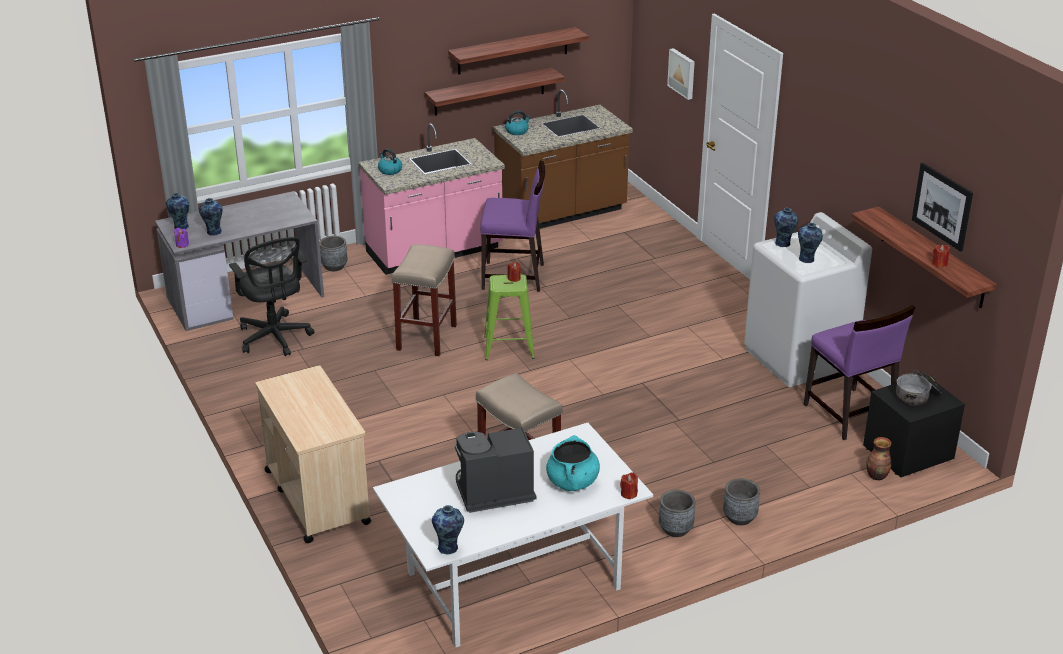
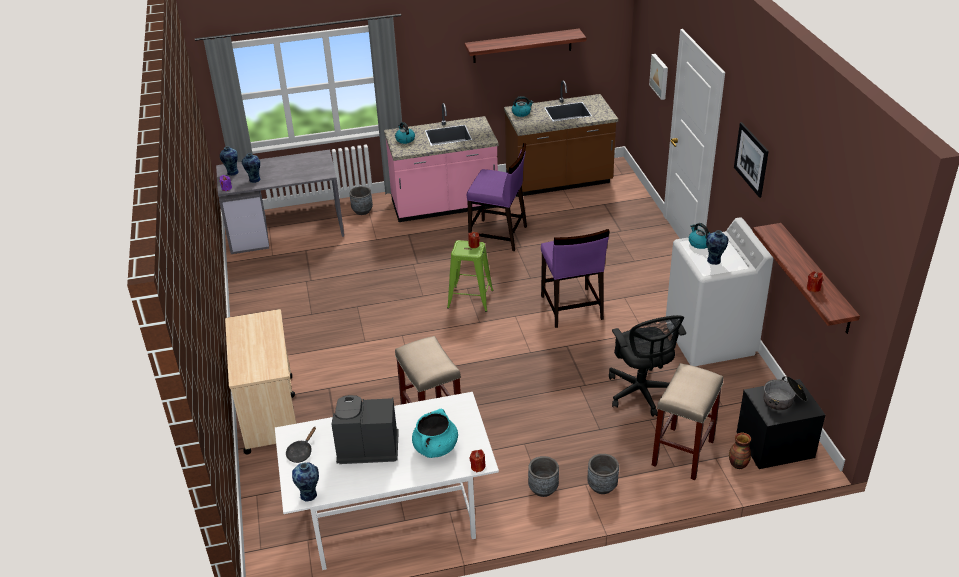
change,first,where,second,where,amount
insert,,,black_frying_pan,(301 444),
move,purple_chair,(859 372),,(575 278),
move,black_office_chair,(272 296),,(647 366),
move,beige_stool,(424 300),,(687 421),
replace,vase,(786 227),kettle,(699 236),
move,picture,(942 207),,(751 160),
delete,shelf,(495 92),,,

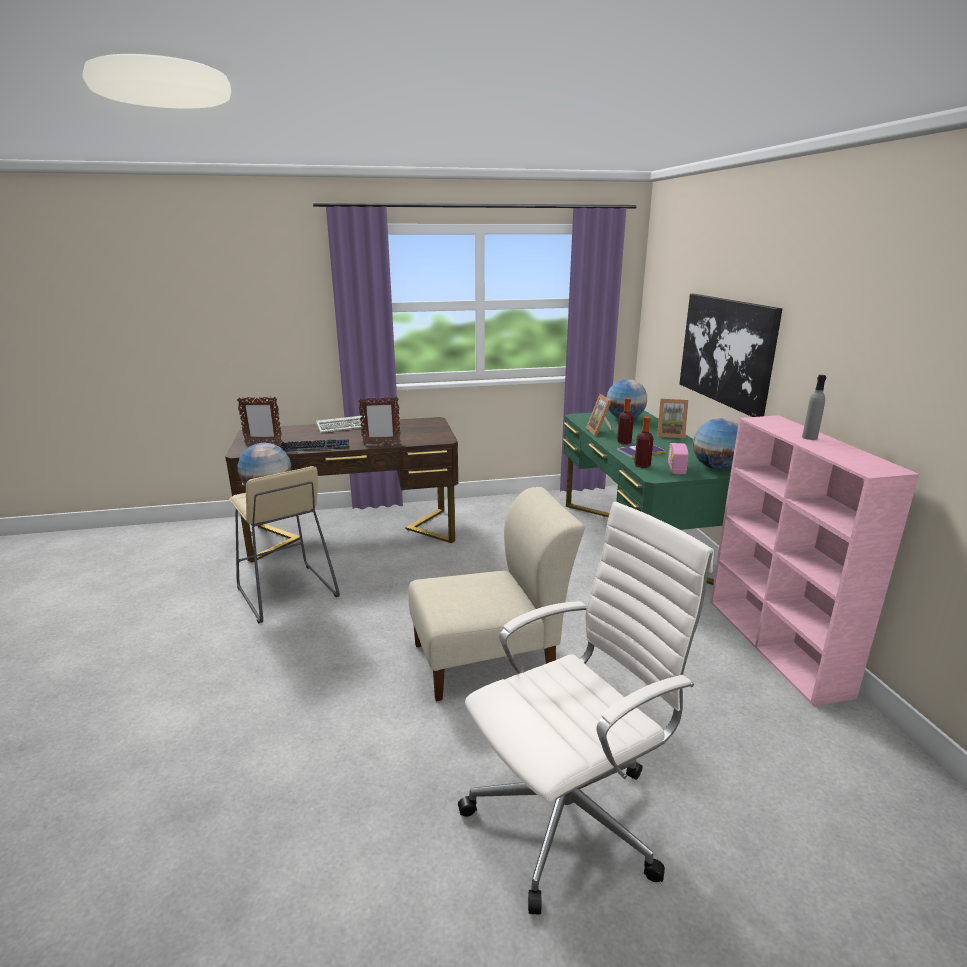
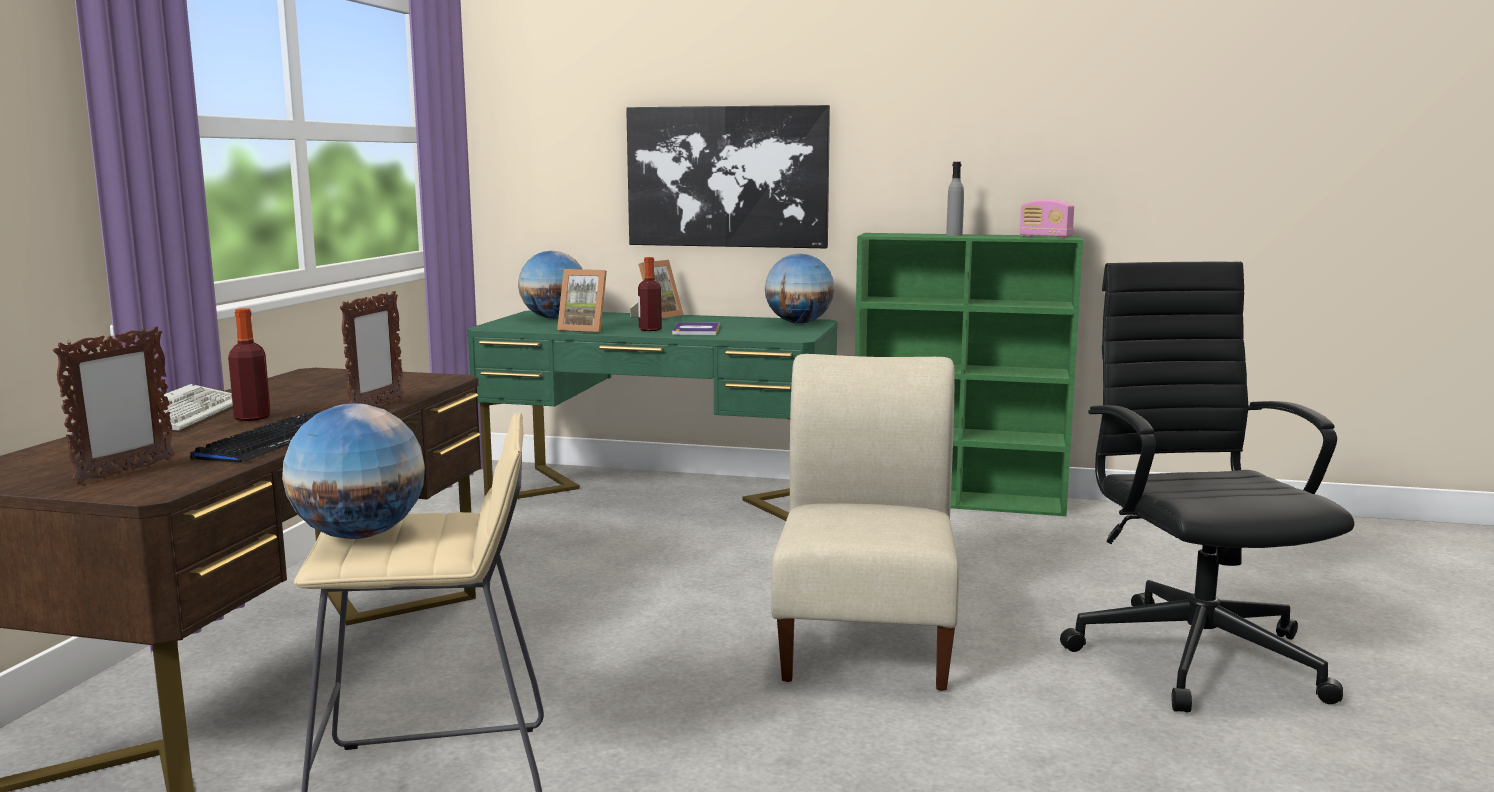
change,first,where,second,where,amount
move,bottle,(643 442),,(249 364),
recolor,pink_bookcase,(814 560),green_bookcase,(969 374),
move,radio,(678 459),,(1047 218),
recolor,white_office_chair,(586 708),black_office_chair,(1207 487),

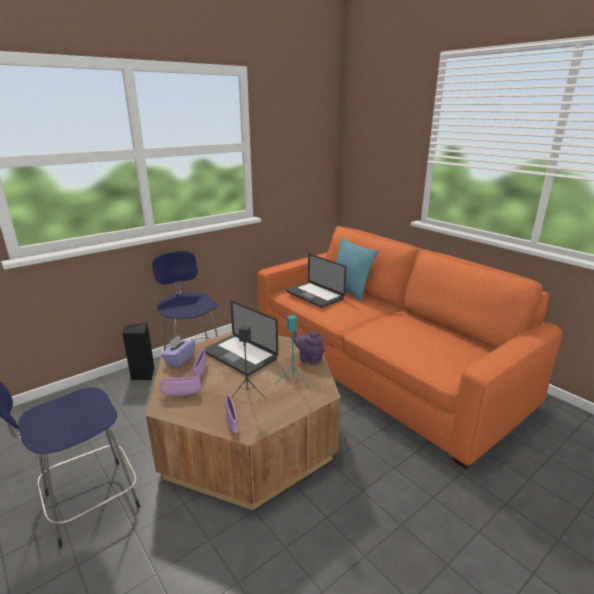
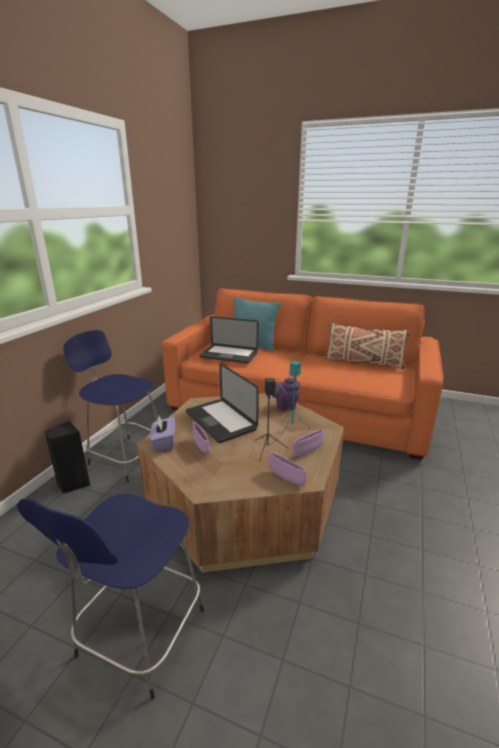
change,first,where,second,where,amount
rotate,laptop,(241 338),,(222 403),45 degrees clockwise
move,purple_bowl,(180 386),,(308 442),
insert,,,beige_pillow,(368 346),

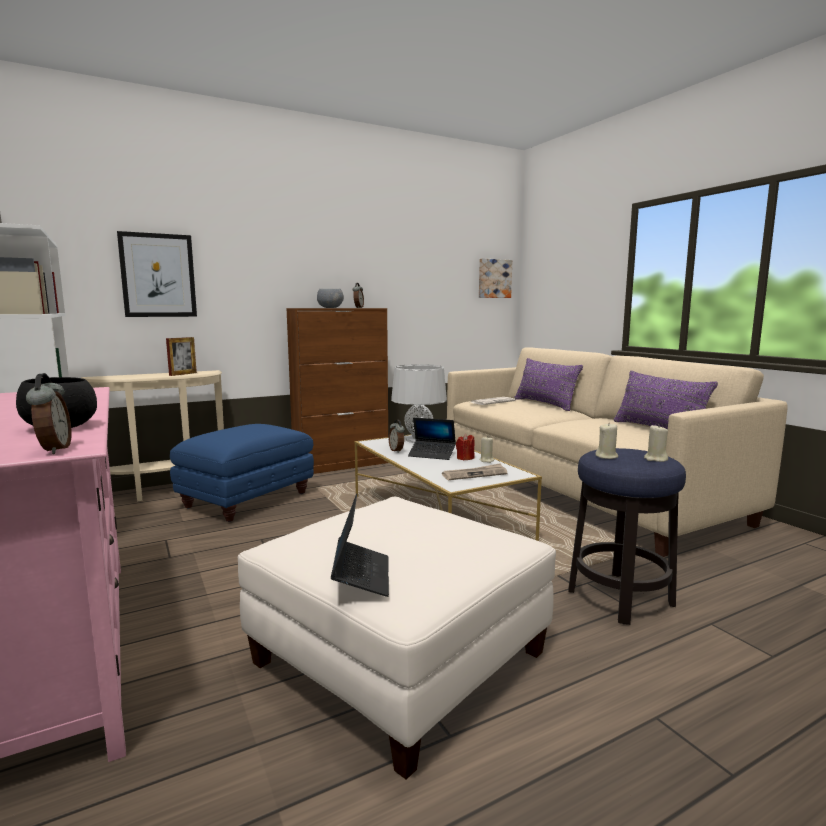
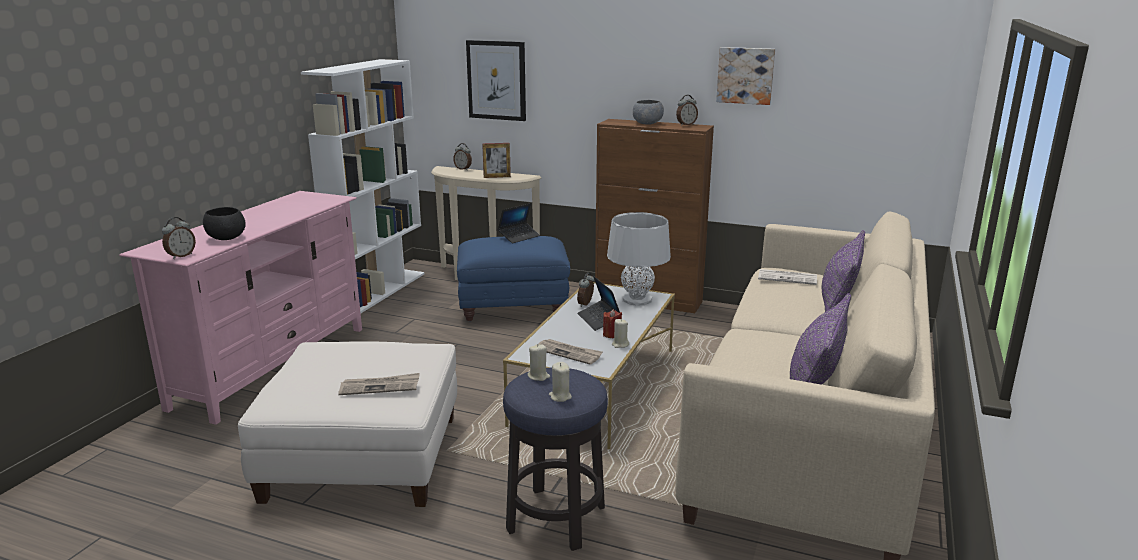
change,first,where,second,where,amount
insert,,,newspaper,(379 384),
insert,,,alarm_clock,(462 156),
move,laptop,(360 545),,(519 223),
move,picture,(495 278),,(745 76),

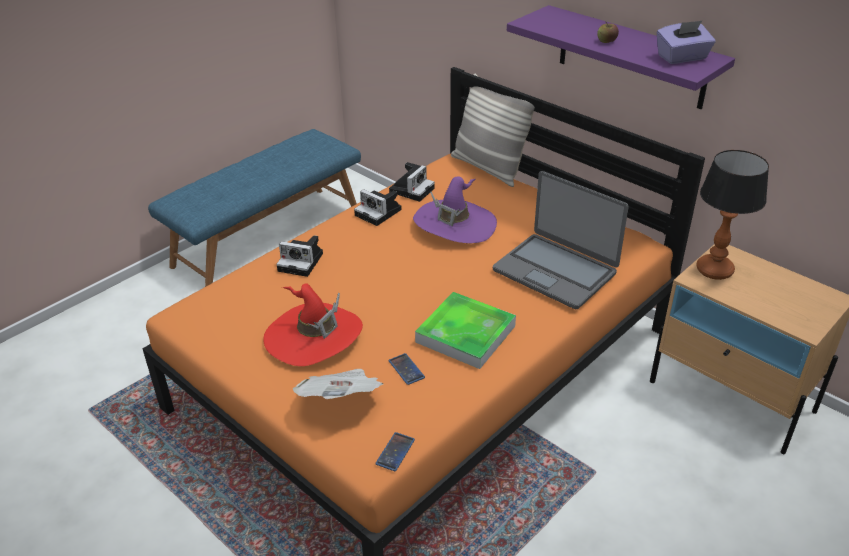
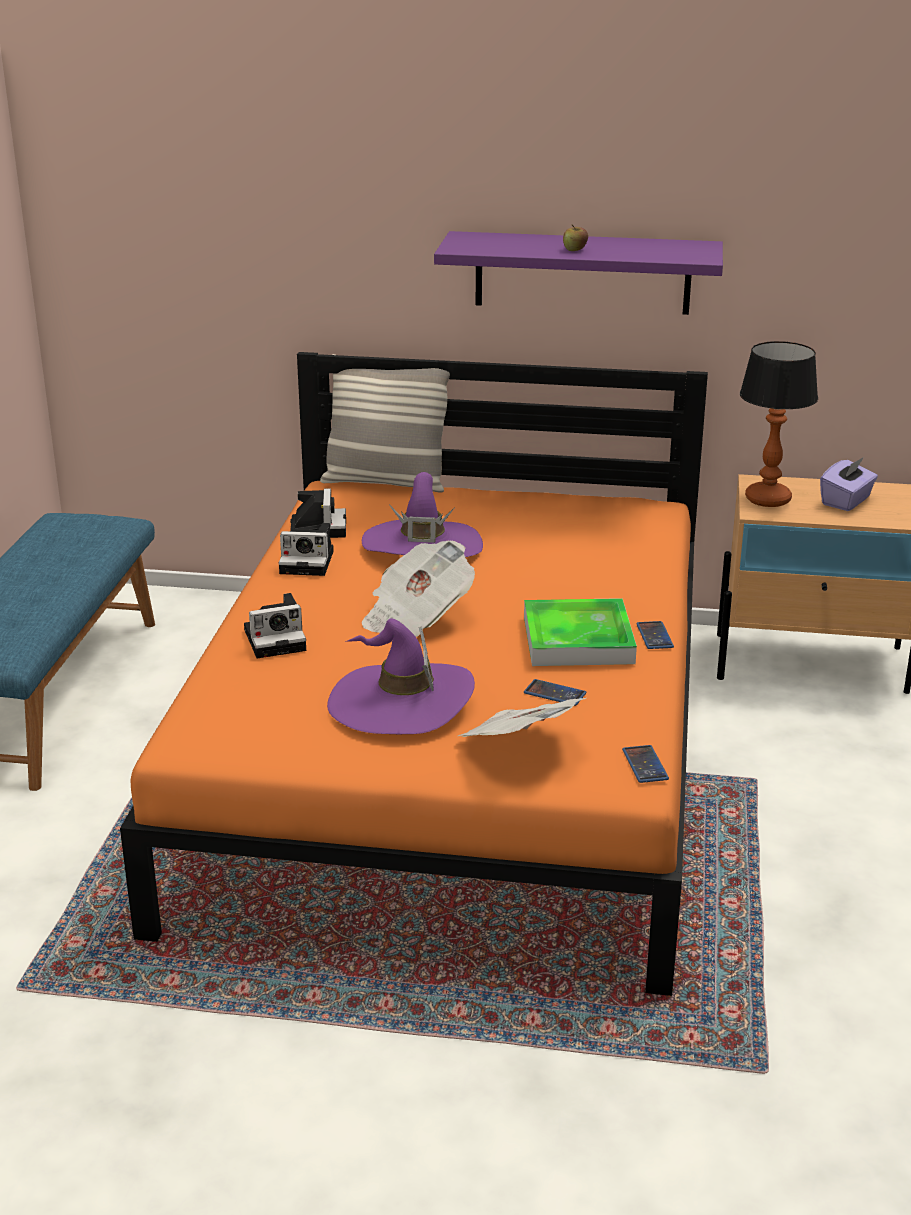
change,first,where,second,where,amount
recolor,red_hat,(313 324),purple_hat,(401 676),
insert,,,newspaper,(418 589),
insert,,,phone,(655 635),
move,purple_tissue_box,(686 42),,(849 484),
delete,laptop,(561 240),,,

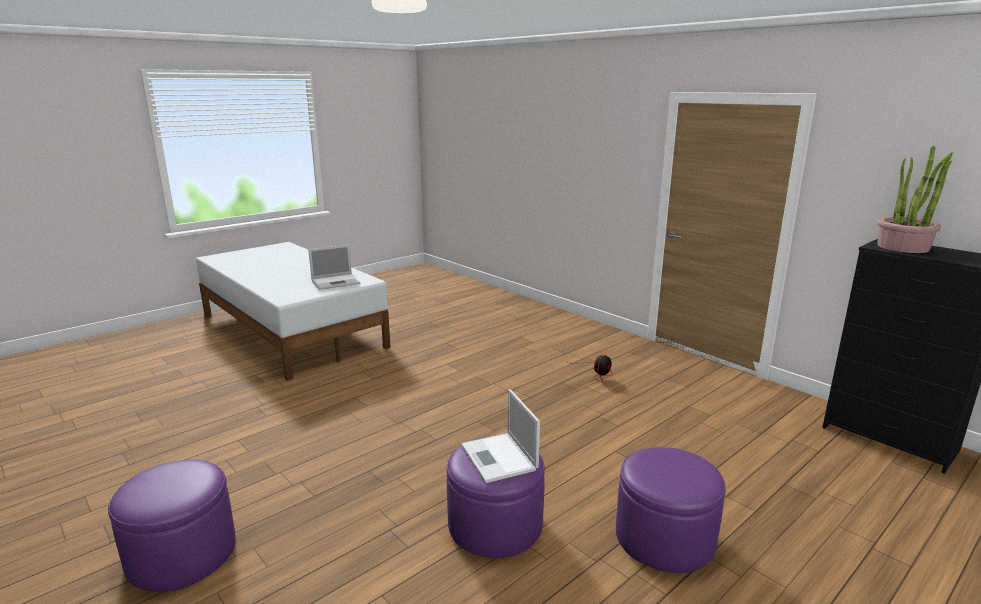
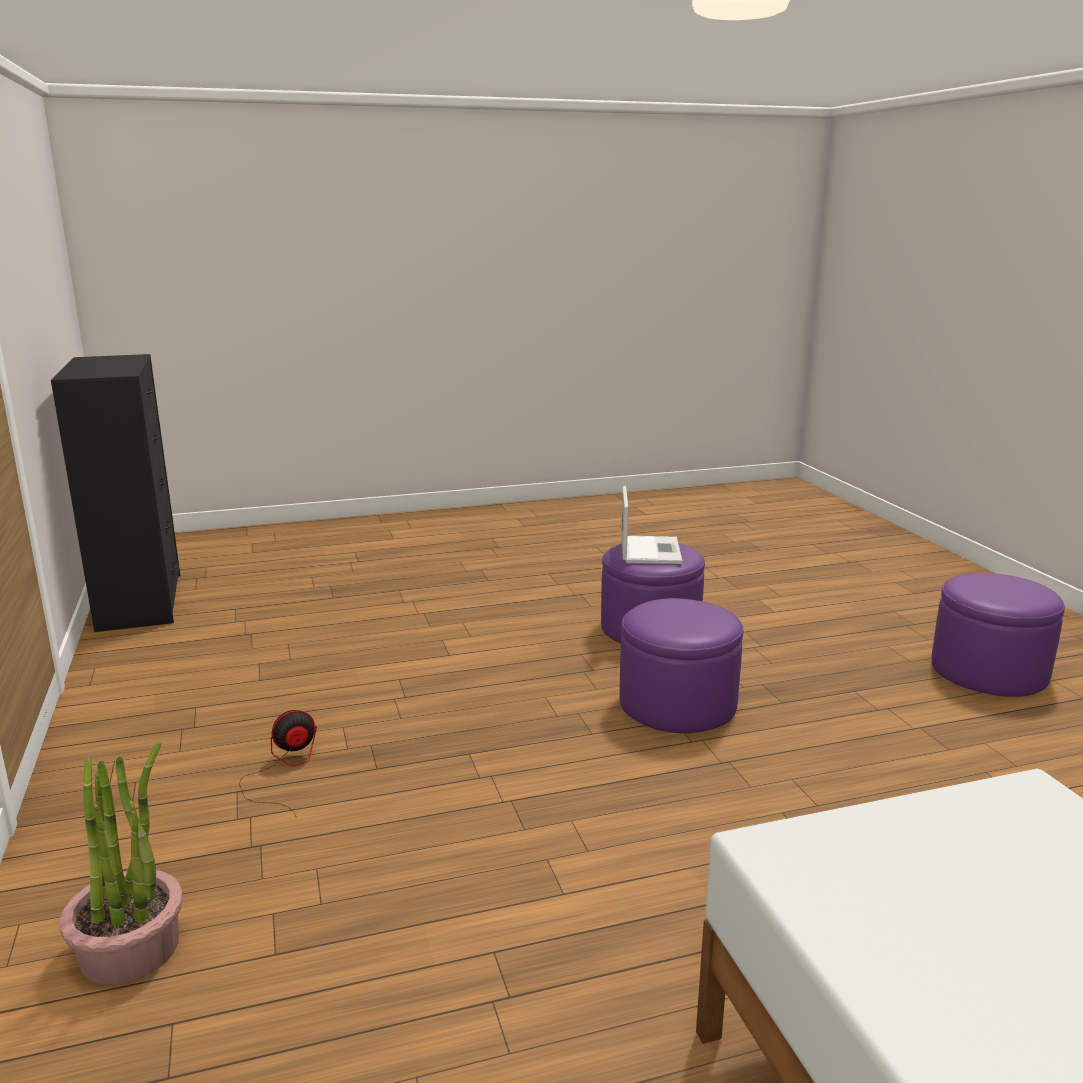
change,first,where,second,where,amount
move,potted_plant,(915 199),,(121 863),
move,purple_ottoman,(671 510),,(681 665),
delete,laptop,(334 267),,,

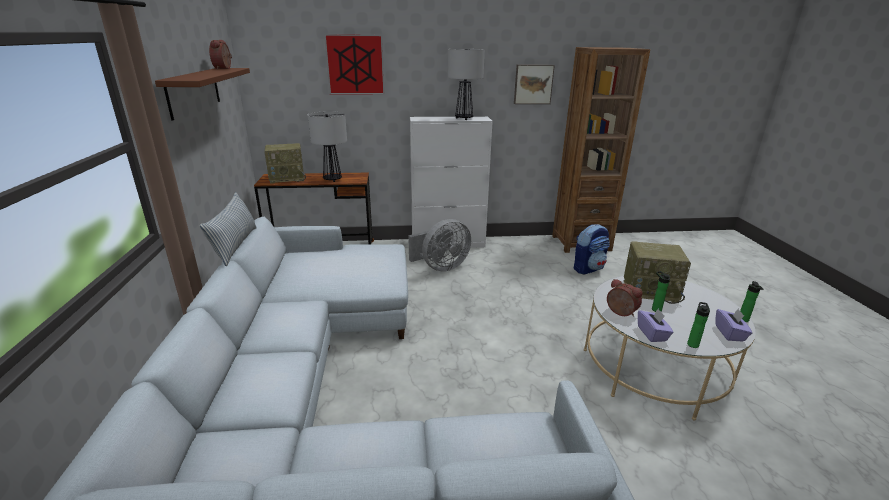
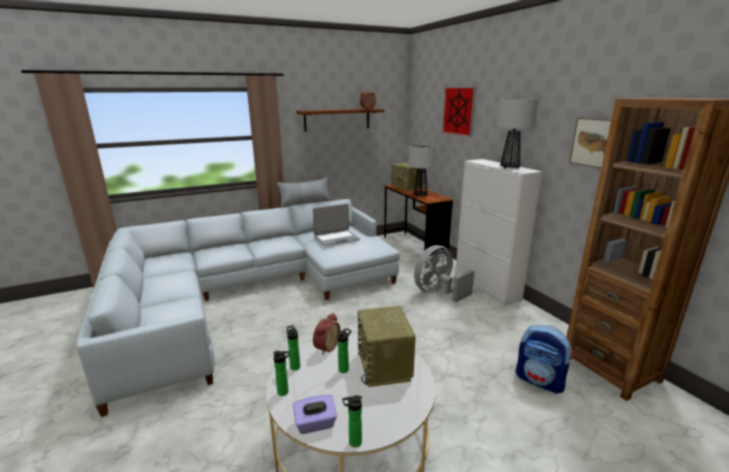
change,first,where,second,where,amount
replace,purple_tissue_box,(656 325),bottle,(293 347),
insert,,,laptop,(336 225),
rotate,grey_fan,(439 245),,(444 273),105 degrees clockwise

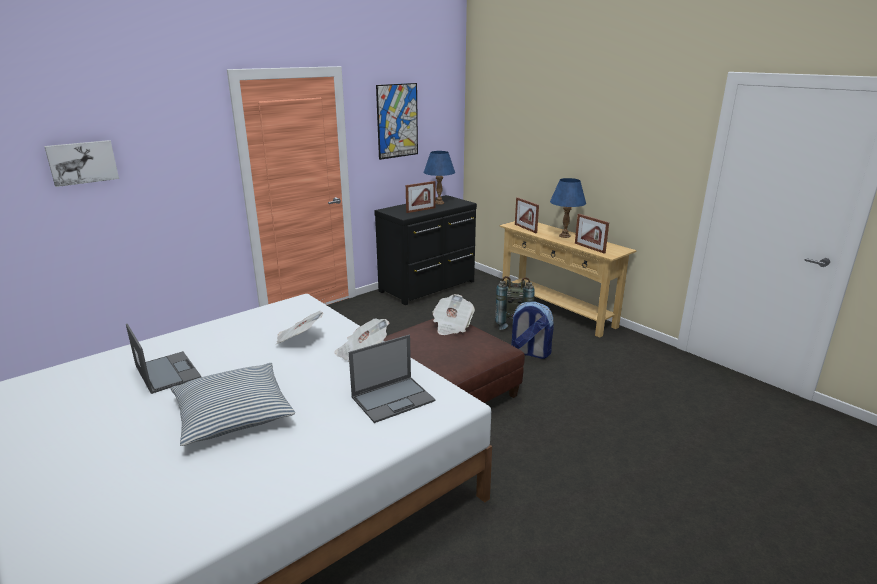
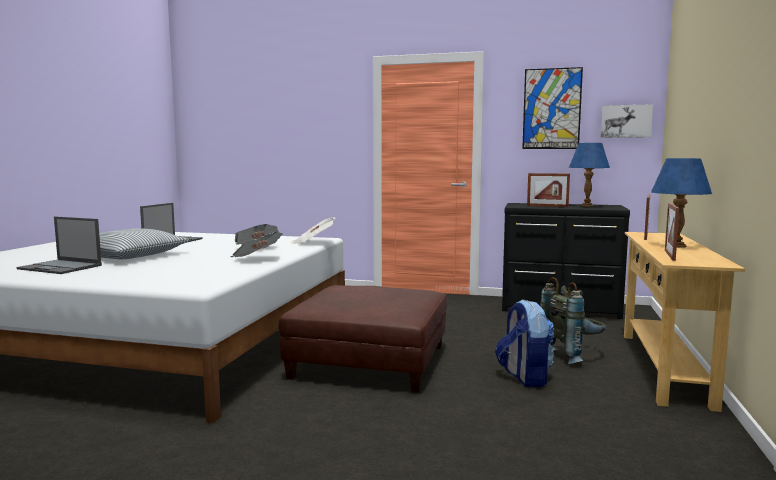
change,first,where,second,where,amount
move,laptop,(392 379),,(59 245),
move,newspaper,(453 314),,(313 230),
move,picture,(81 163),,(626 121),

